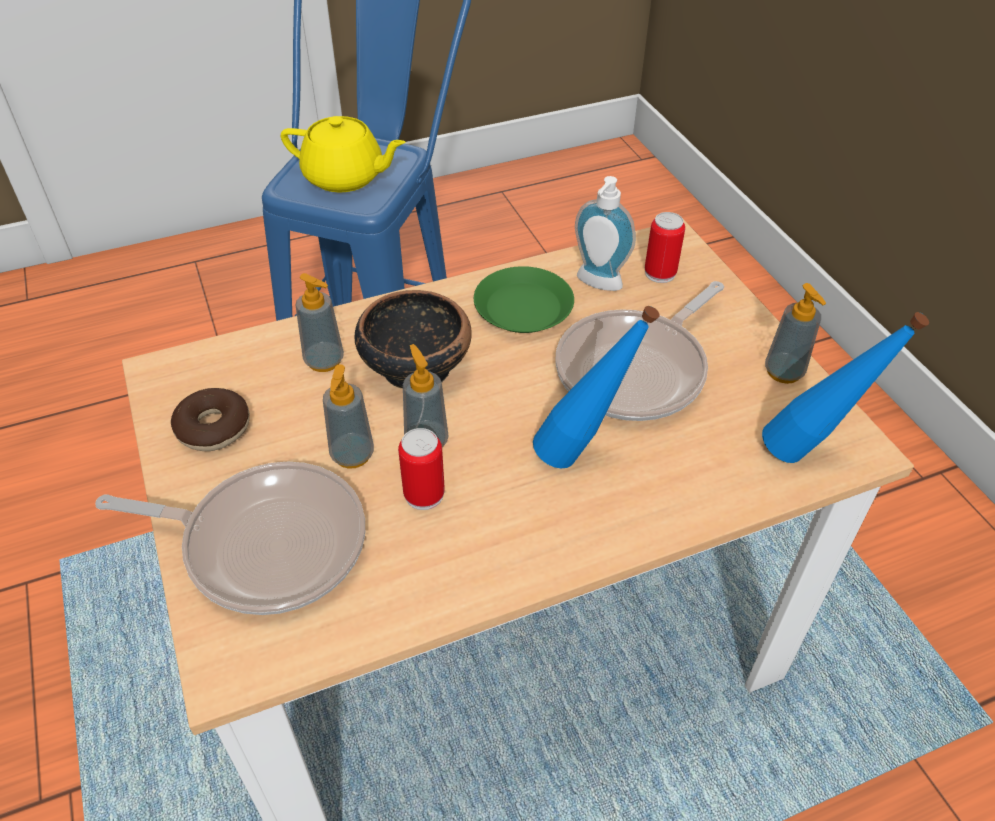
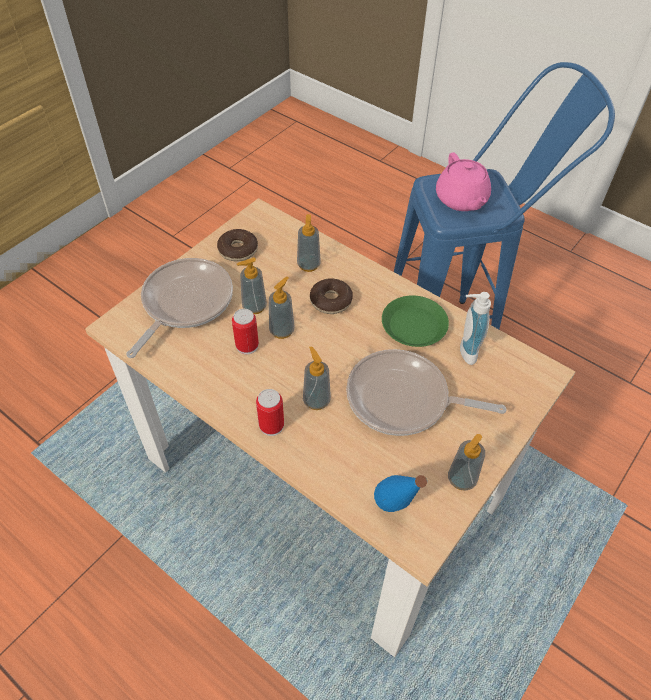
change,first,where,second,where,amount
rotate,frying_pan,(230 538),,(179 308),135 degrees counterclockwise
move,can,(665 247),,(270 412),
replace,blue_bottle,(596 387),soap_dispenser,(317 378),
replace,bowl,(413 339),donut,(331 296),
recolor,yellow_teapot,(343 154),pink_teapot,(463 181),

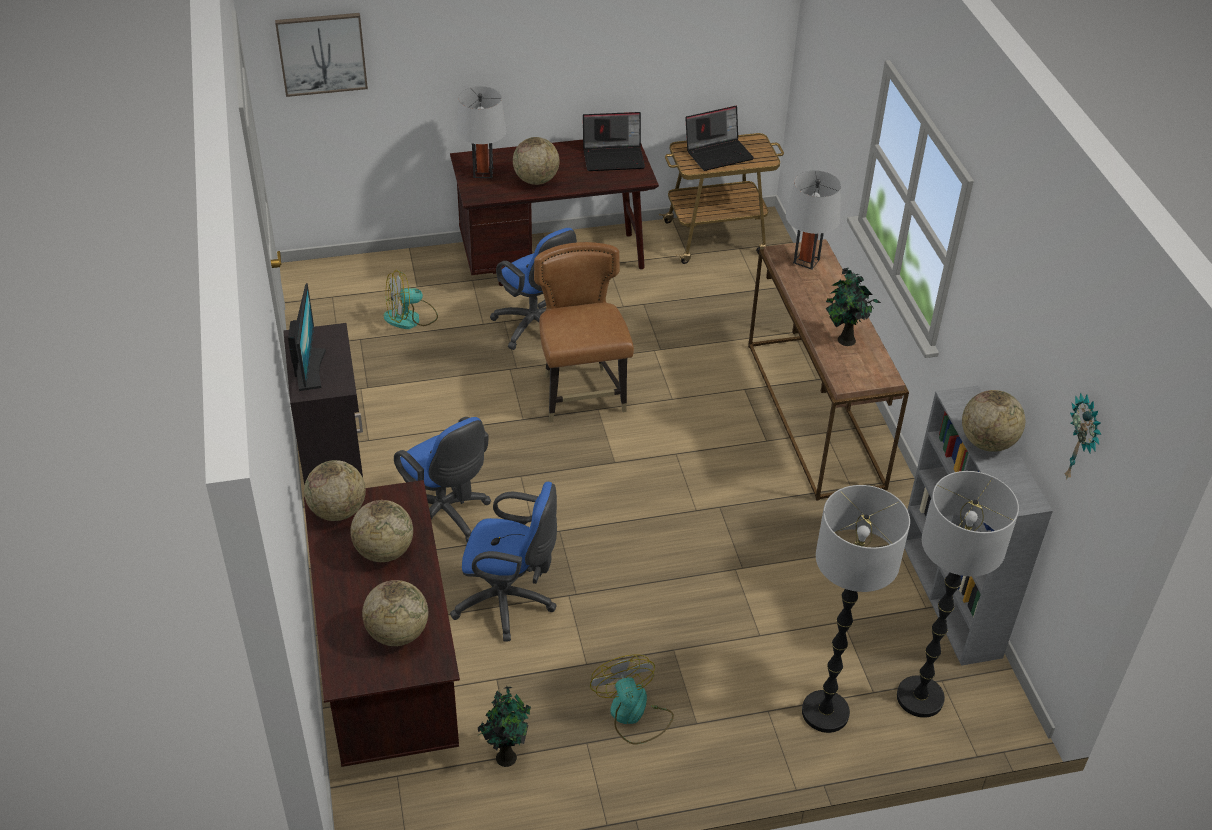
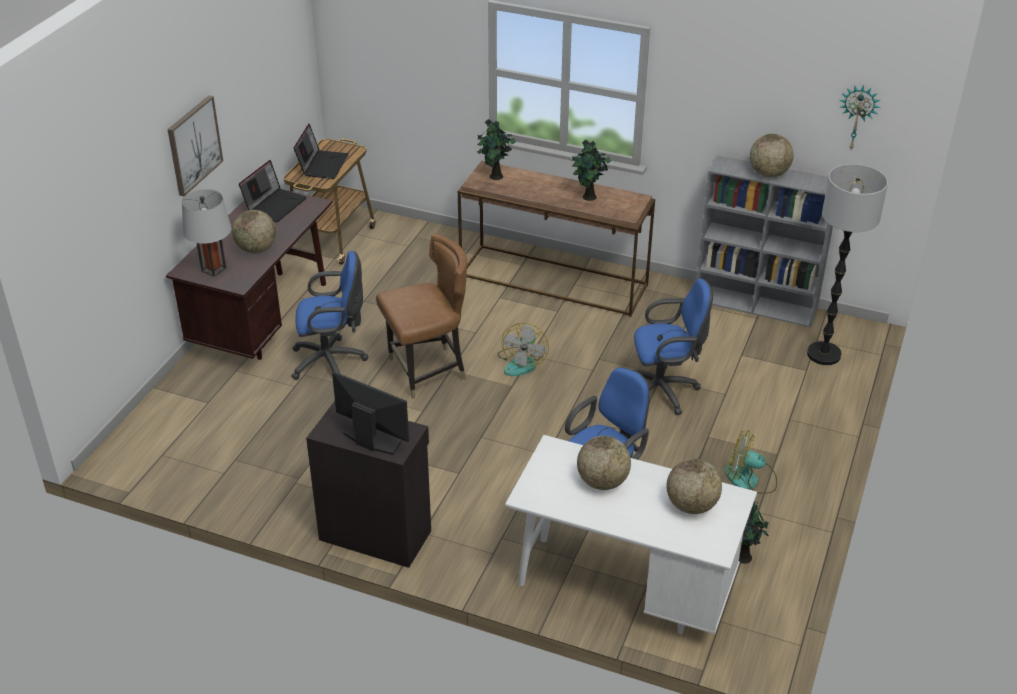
change,first,where,second,where,amount
move,picture,(321 55),,(195 146),
rotate,brown_chair,(584 332),,(421 316),135 degrees clockwise
replace,grey_table_lamp,(813 220),potted_plant,(496 149),
move,fan,(411 299),,(523 349),
recolor,brown_desk,(382 623),white_desk,(631 534),
move,blue_office_chair,(442 480),,(673 347),
delete,globe,(335 490),,,
delete,floor_lamp,(856 609),,,

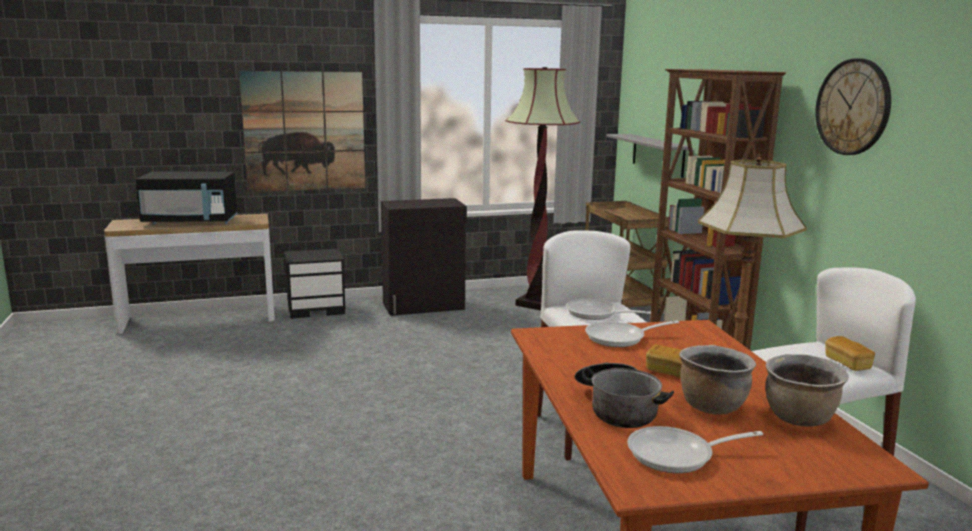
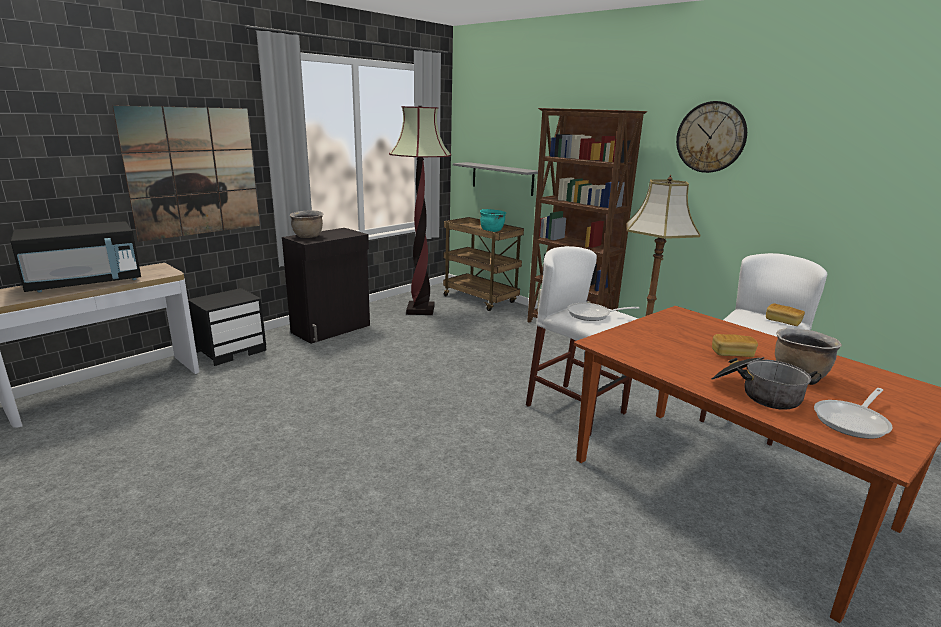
change,first,where,second,where,amount
move,brown_cooking_pot,(807 390),,(306 224),
insert,,,turquoise_cooking_pot,(493 220),
delete,frying_pan,(632 334),,,

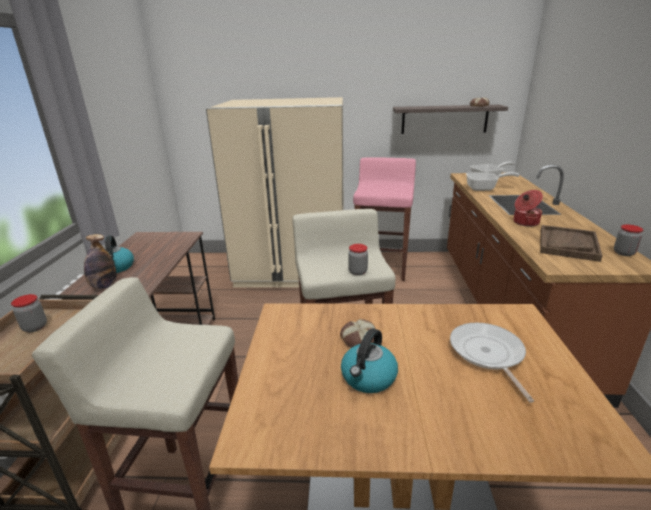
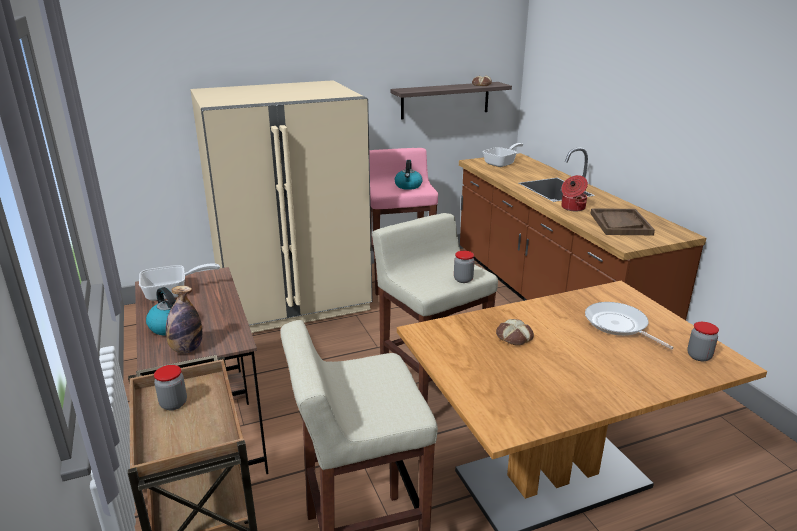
change,first,where,second,where,amount
move,frying_pan,(493 181),,(179 282),
move,kettle,(369 360),,(409 175),
move,jar,(628 240),,(703 341),

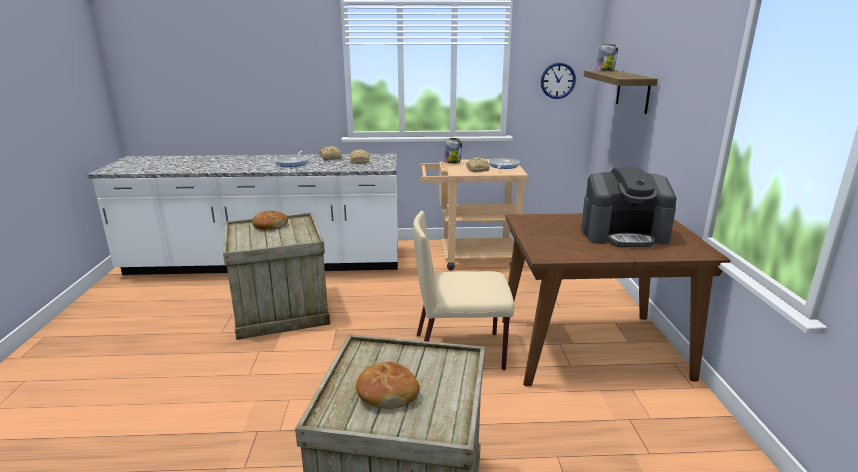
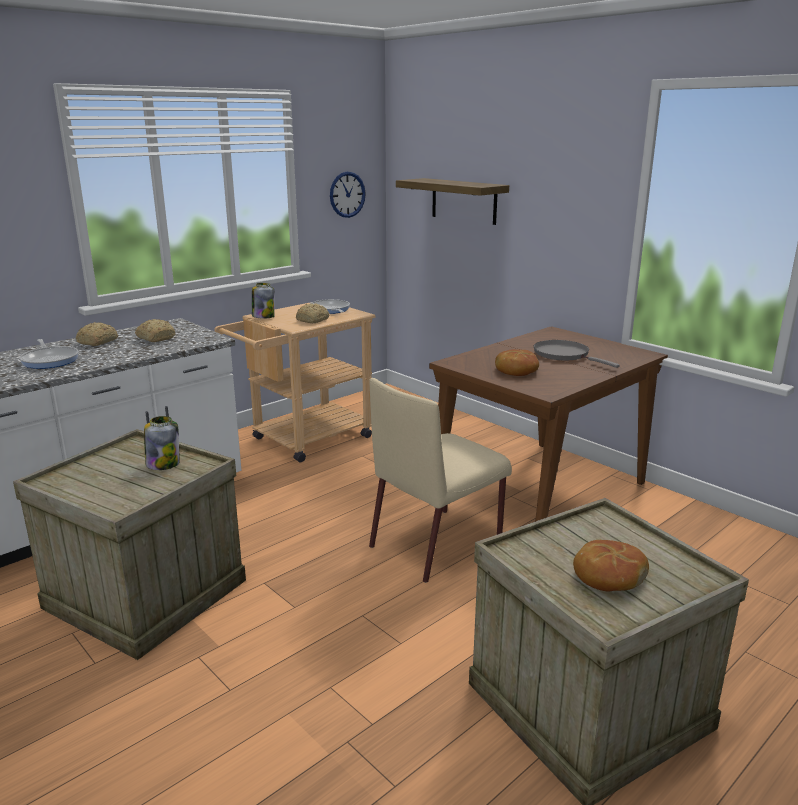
change,first,where,second,where,amount
move,jar,(607 57),,(162 443),
move,bread,(270 220),,(517 362),
replace,coffee_machine,(629 207),grey_frying_pan,(576 354),

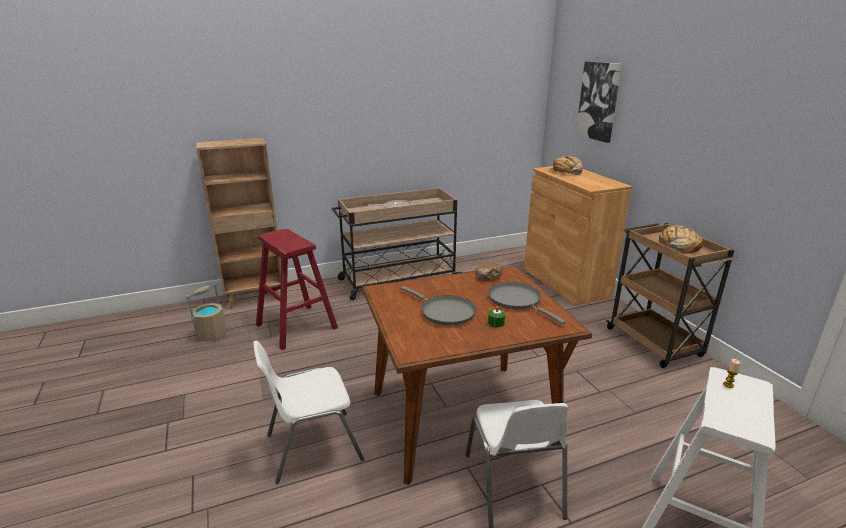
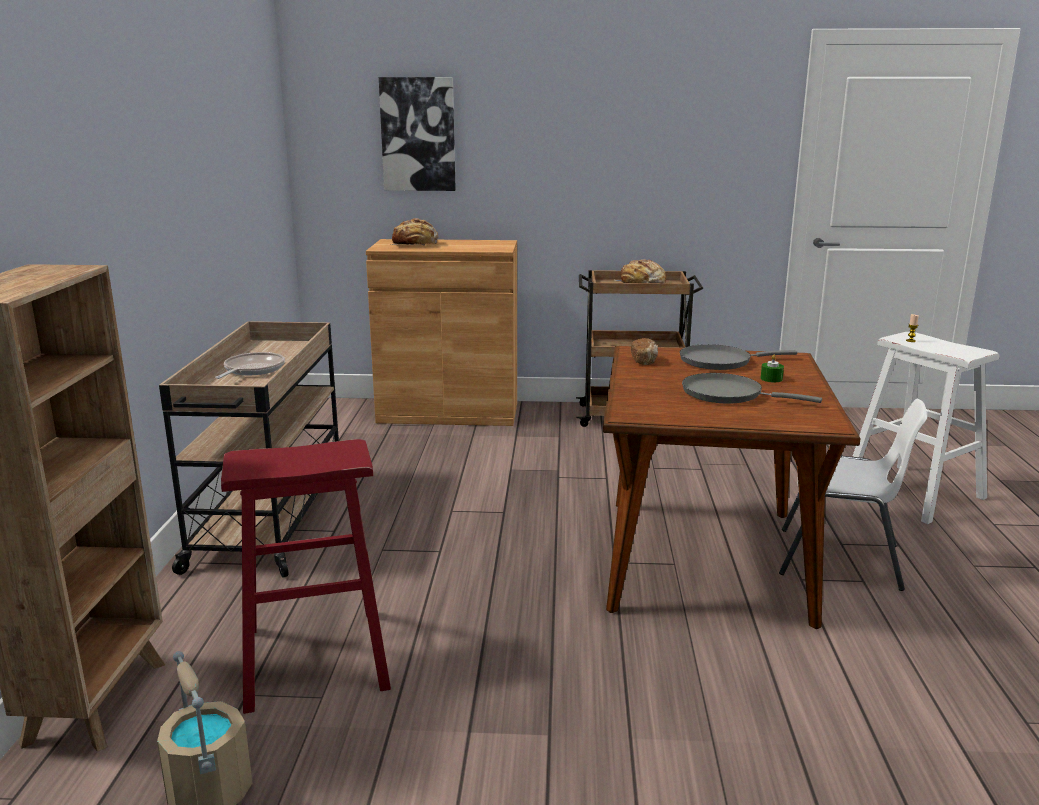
change,first,where,second,where,amount
rotate,grey_frying_pan,(438 305),,(752 388),135 degrees counterclockwise
delete,white_chair,(308 412),,,

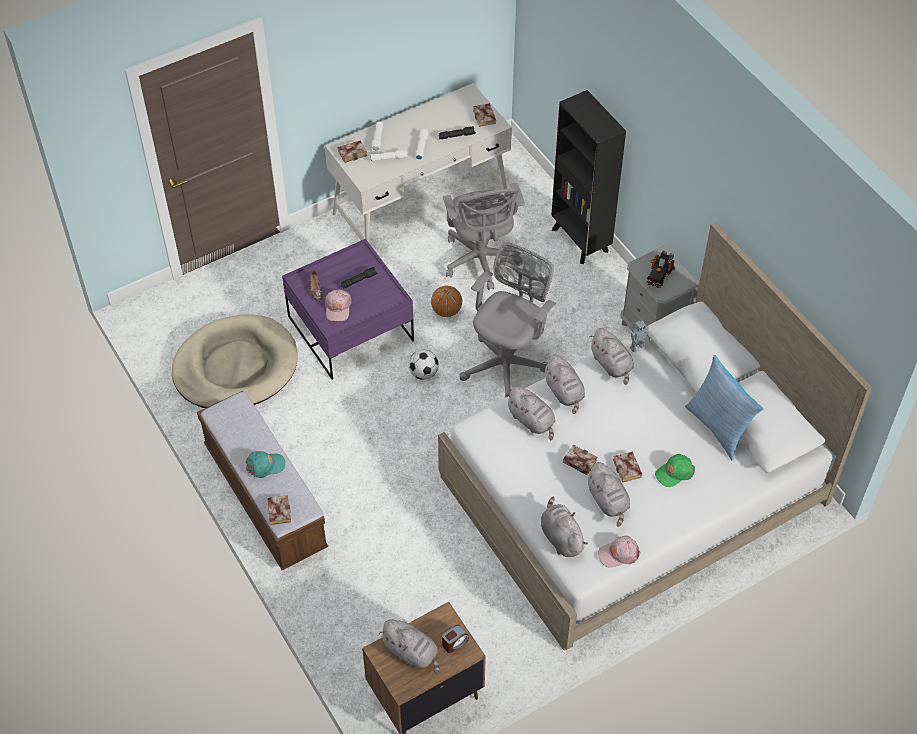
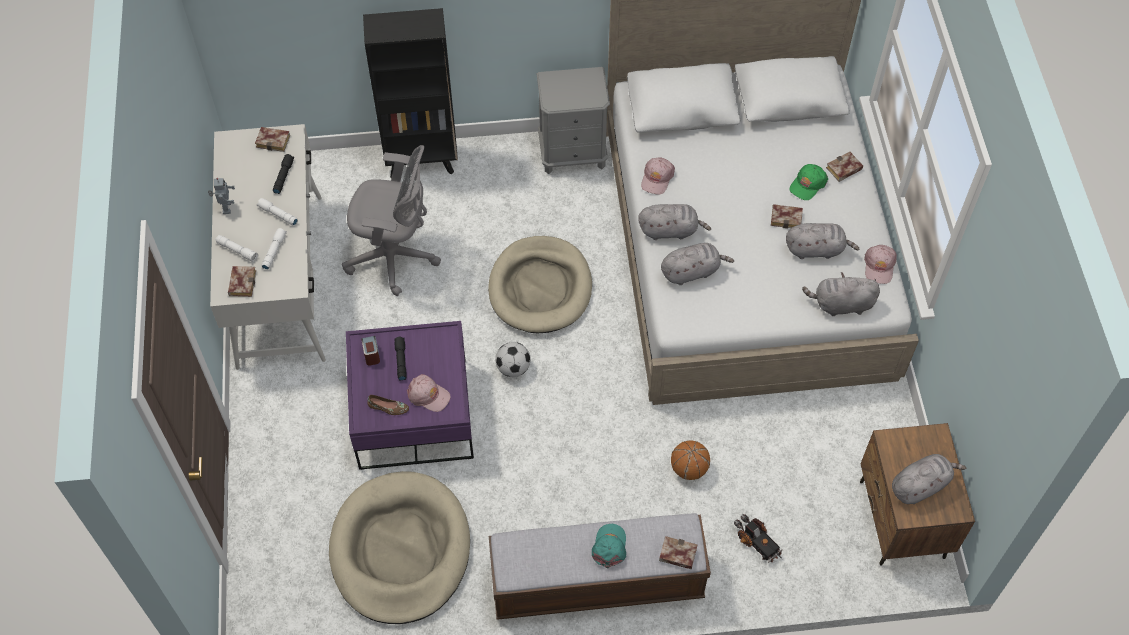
change,first,where,second,where,amount
move,toy_robot,(641 336),,(221 196),
move,alarm_clock,(455 639),,(370 351),
replace,grey_office_chair,(507 319),beige_dog_bed,(540 284),
replace,grey_plush_toy,(611 356),pink_cap,(658 176),
move,basketball,(447 301),,(690 460),
move,toy_truck,(660 269),,(758 538),
rotate,green_cap,(675 470),,(808 182),45 degrees clockwise
move,book,(580 460),,(844 167),
delete,pillow,(724 407),,,

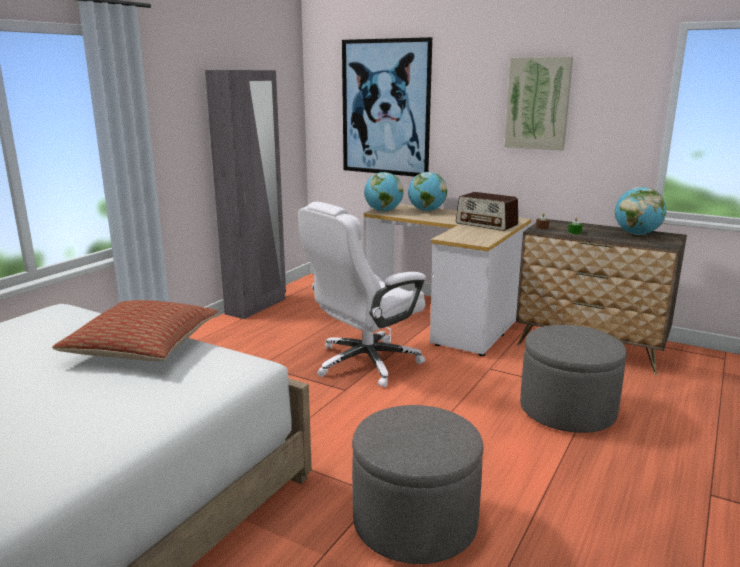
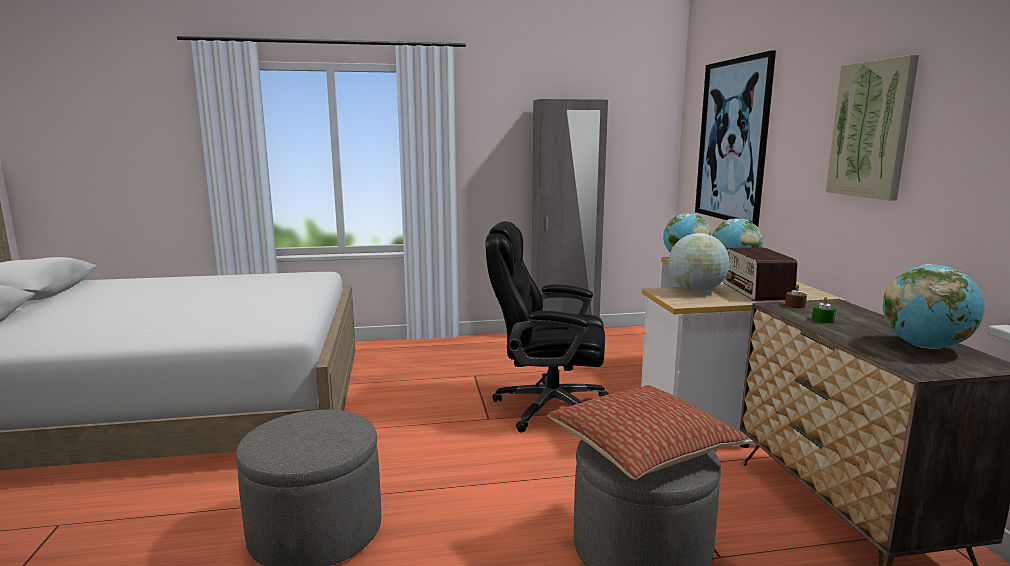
change,first,where,second,where,amount
recolor,white_office_chair,(362 294),black_office_chair,(547 327),
move,pillow,(135 330),,(647 432),
insert,,,globe,(698 262),

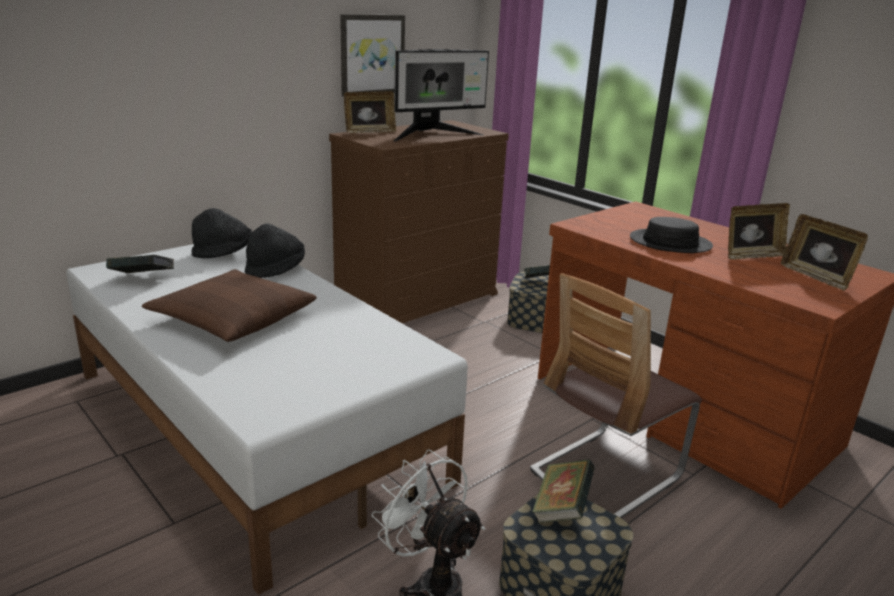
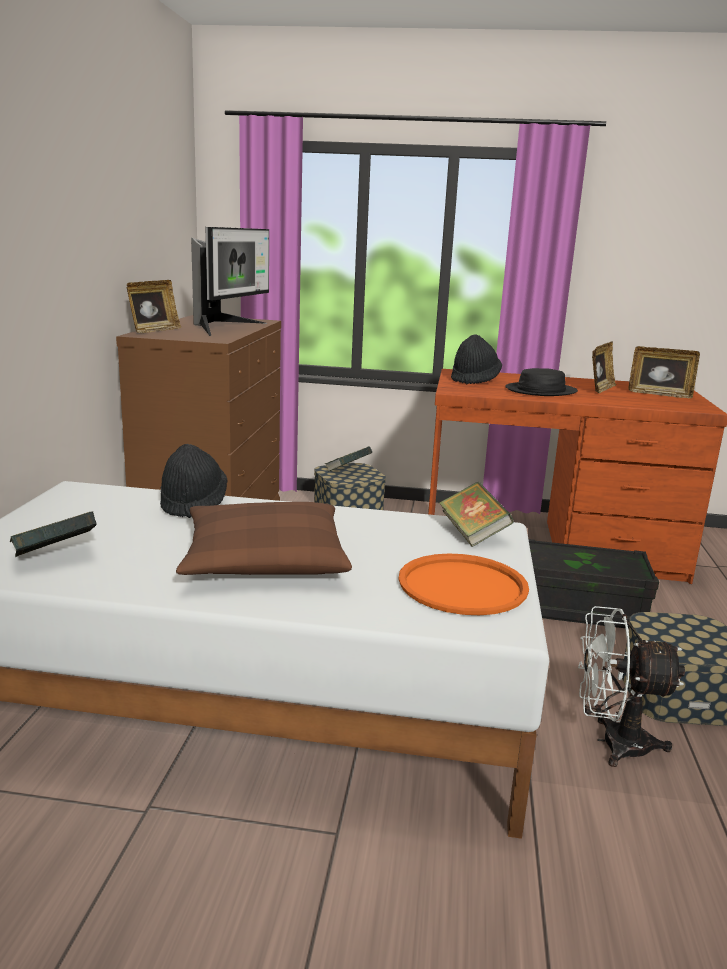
change,first,where,second,where,amount
insert,,,orange_tray,(463 584),
move,book,(563 491),,(476 514),
move,black_hat,(221 233),,(476 359),
replace,chair,(616 395),black_storage_box,(593 584),
delete,picture,(372 55),,,

